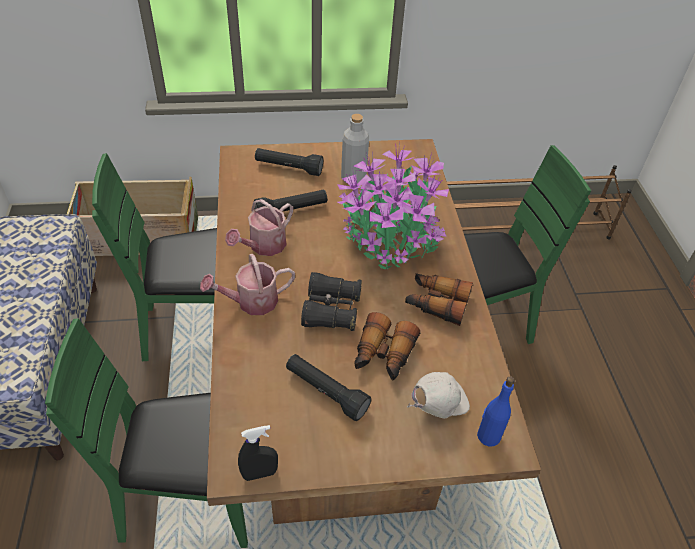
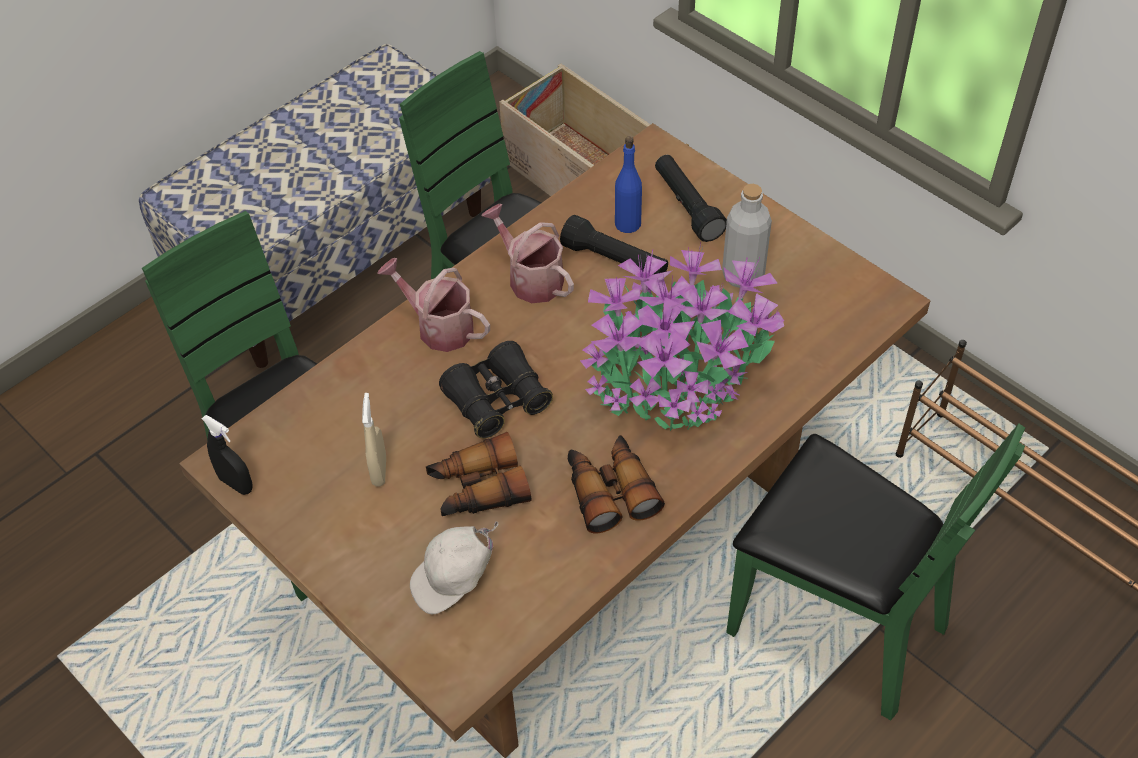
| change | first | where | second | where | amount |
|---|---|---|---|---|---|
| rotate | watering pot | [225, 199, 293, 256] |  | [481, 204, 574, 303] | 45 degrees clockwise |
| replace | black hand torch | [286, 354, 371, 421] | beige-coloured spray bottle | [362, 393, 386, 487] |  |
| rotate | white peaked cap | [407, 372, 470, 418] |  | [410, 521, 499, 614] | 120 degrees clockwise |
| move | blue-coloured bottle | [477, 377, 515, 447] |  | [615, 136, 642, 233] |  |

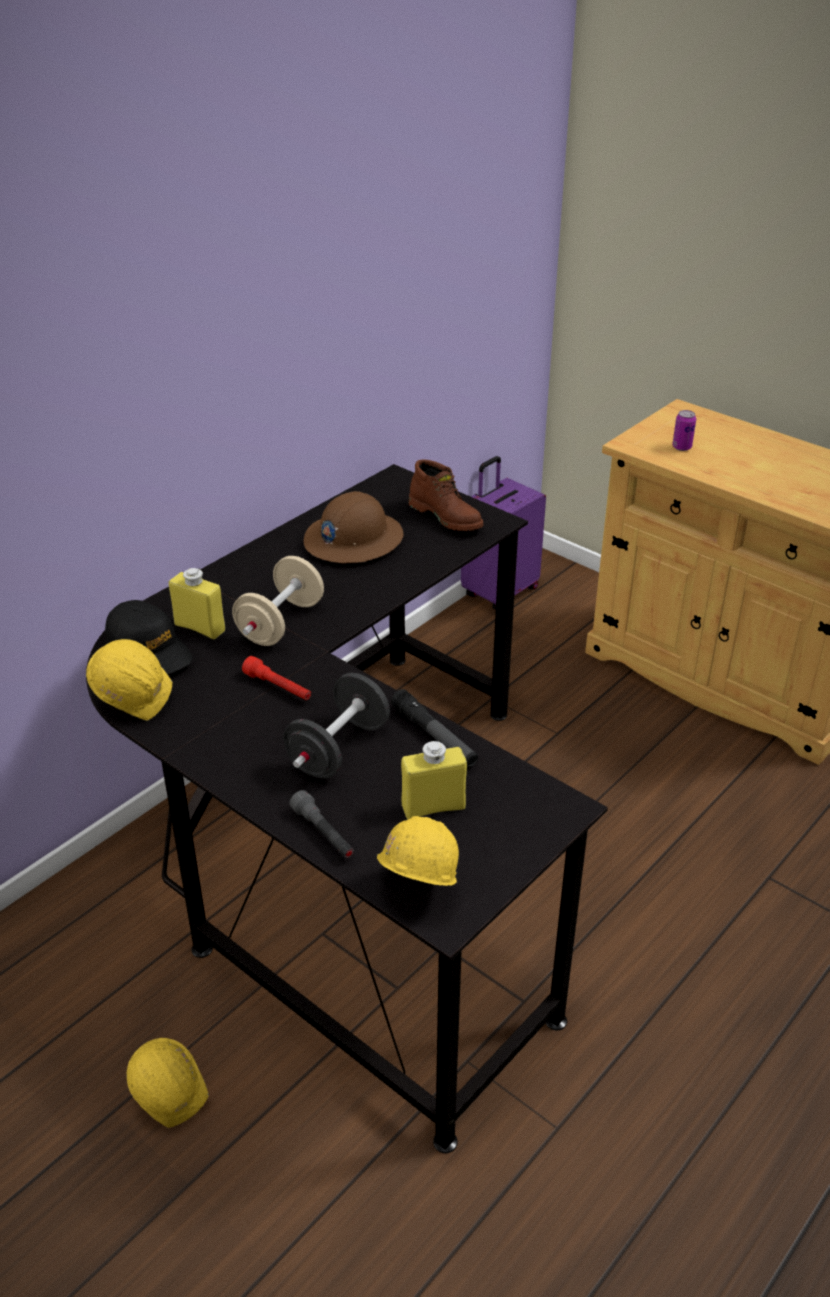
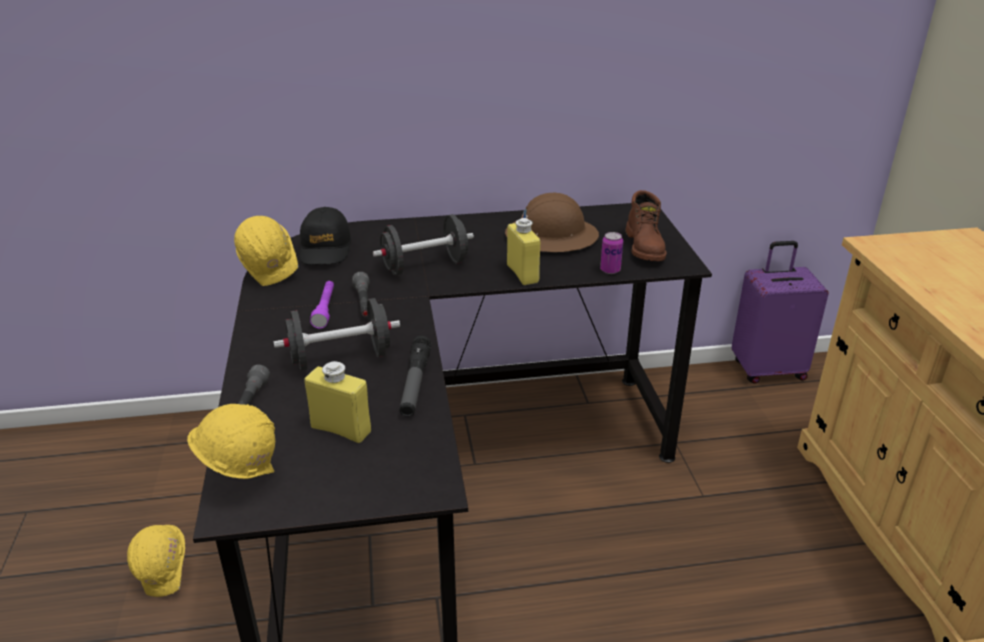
| change | first | where | second | where | amount |
|---|---|---|---|---|---|
| move | can | [672, 410, 696, 451] |  | [600, 232, 623, 274] |  |
| recolor | beige-coloured hand weight | [232, 556, 324, 646] | black hand weight | [373, 214, 474, 275] |  |
| move | yellowish bottle | [169, 568, 225, 639] |  | [507, 218, 540, 285] |  |
| recolor | red-coloured hand torch | [242, 656, 311, 700] | grey hand torch | [352, 272, 370, 317] |  |
| insert |  |  | purple-coloured hand torch | [310, 281, 334, 328] |  |

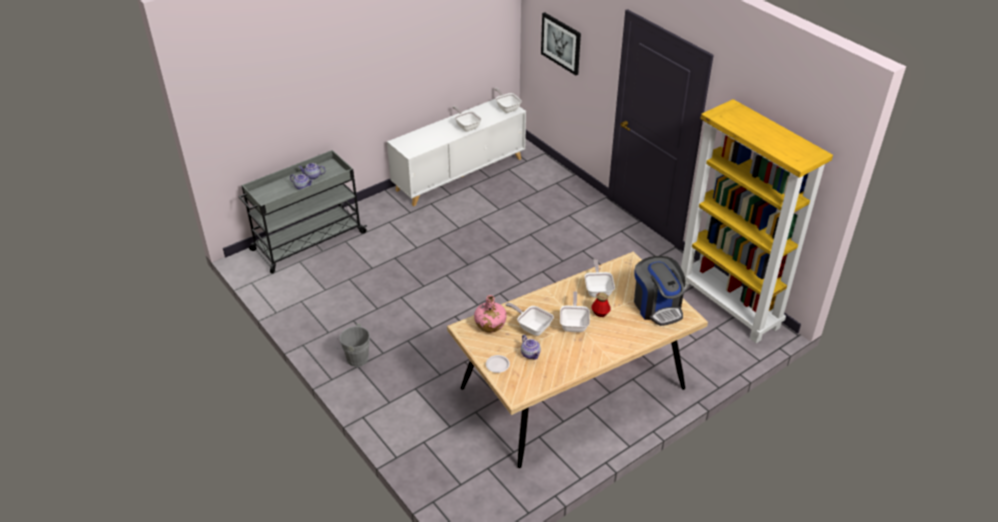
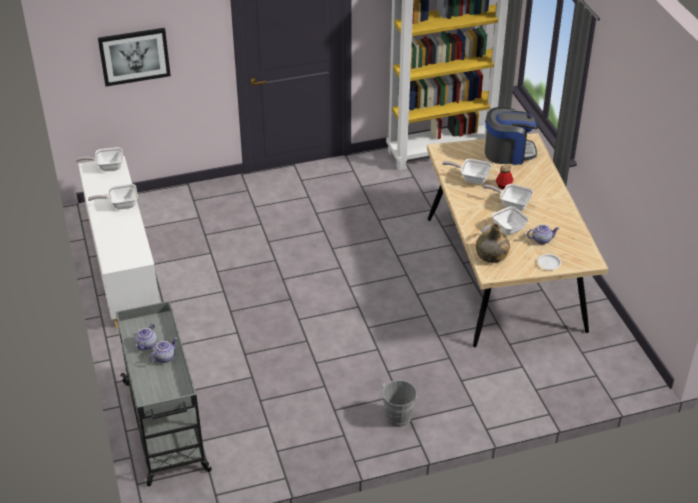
| change | first | where | second | where | amount |
|---|---|---|---|---|---|
| recolor | pink-coloured bottle | [474, 295, 507, 333] | greenish bottle | [476, 223, 510, 263] |  |

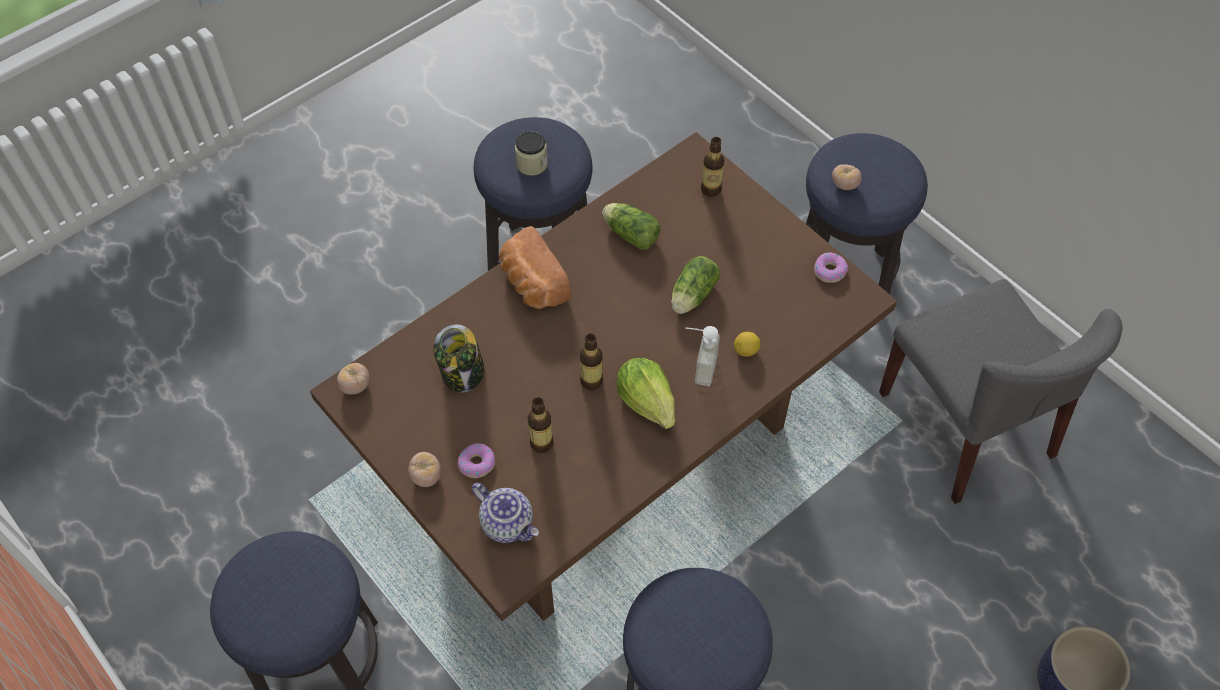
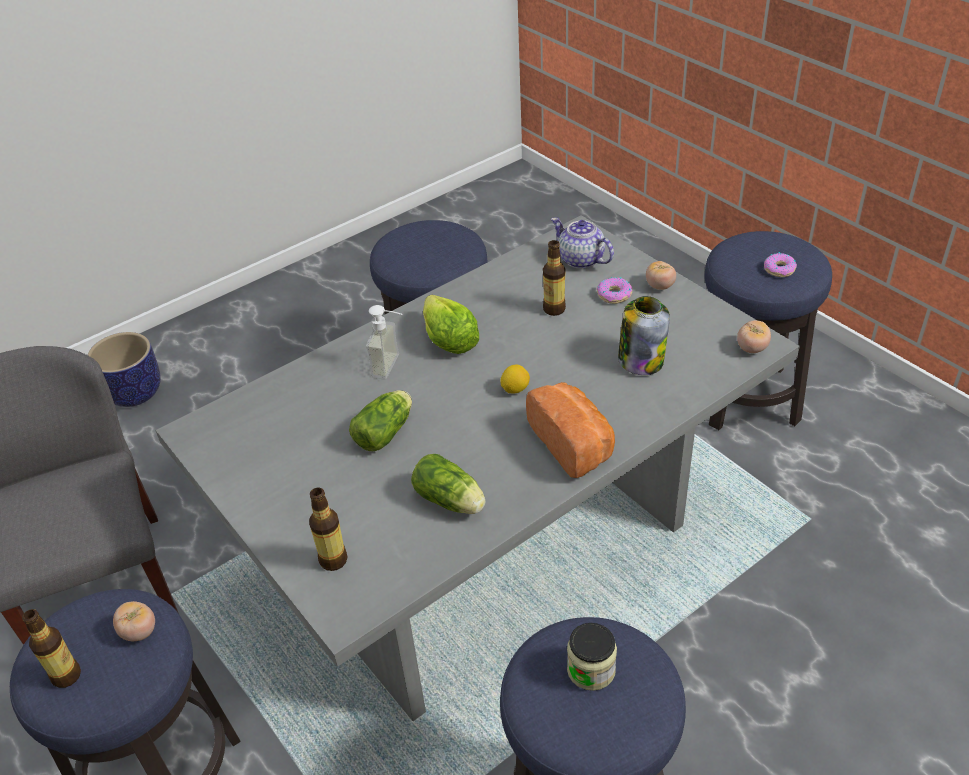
| change | first | where | second | where | amount |
|---|---|---|---|---|---|
| recolor | brownish kitchen table | [310, 132, 897, 621] | grey kitchen table | [156, 215, 800, 721] |  |
| move | donut | [814, 253, 848, 283] |  | [764, 252, 797, 277] |  |
| move | lemon | [734, 332, 761, 357] |  | [500, 365, 530, 394] |  |
| move | bottle | [580, 333, 603, 390] |  | [22, 609, 81, 688] |  |

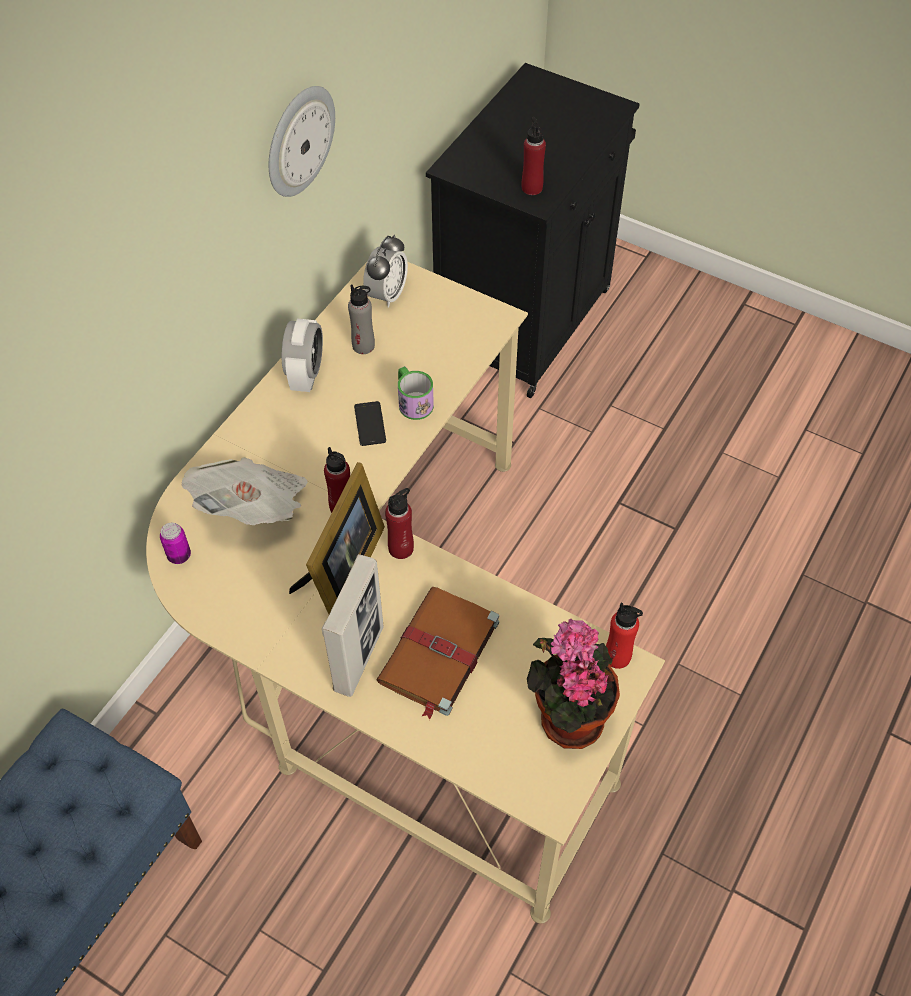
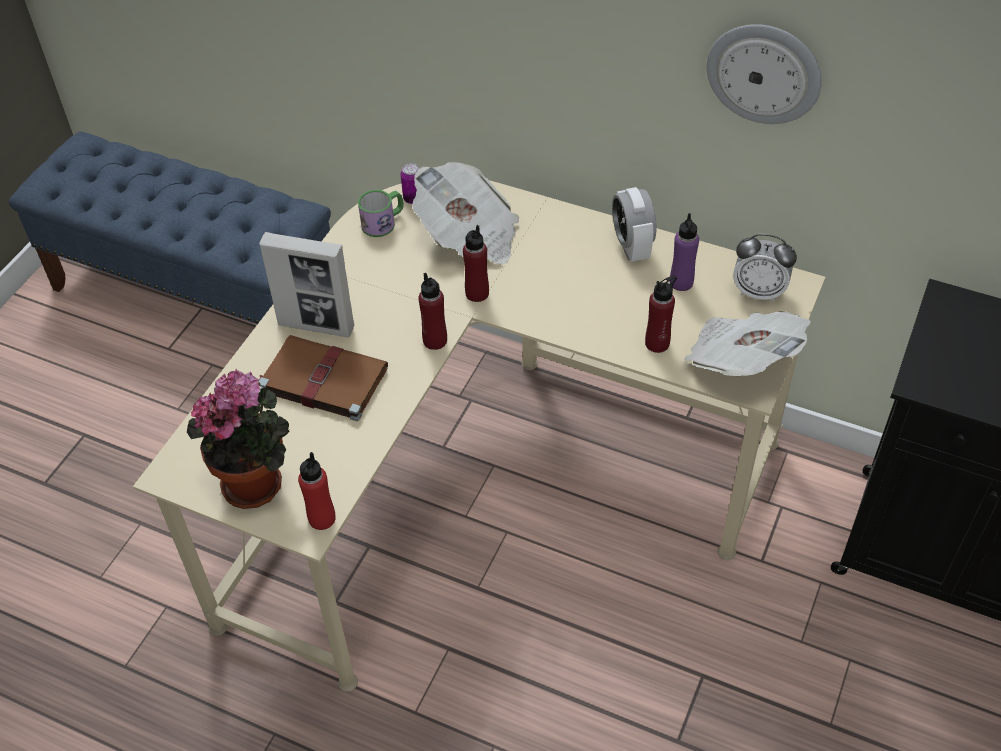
| change | first | where | second | where | amount |
|---|---|---|---|---|---|
| move | red-coloured bottle | [522, 117, 546, 195] |  | [645, 276, 677, 353] |  |
| recolor | grey bottle | [348, 285, 375, 354] | purple-coloured bottle | [670, 213, 699, 291] |  |
| rotate | bedside clock | [281, 319, 323, 392] |  | [612, 187, 657, 262] | 75 degrees clockwise |
| move | mug | [398, 366, 434, 420] |  | [358, 190, 404, 237] |  |
| delete | phone | [354, 401, 386, 446] |  |  |  |
| delete | photo frame | [289, 462, 385, 614] |  |  |  |
| insert |  |  | newspaper | [684, 311, 811, 376] |  |

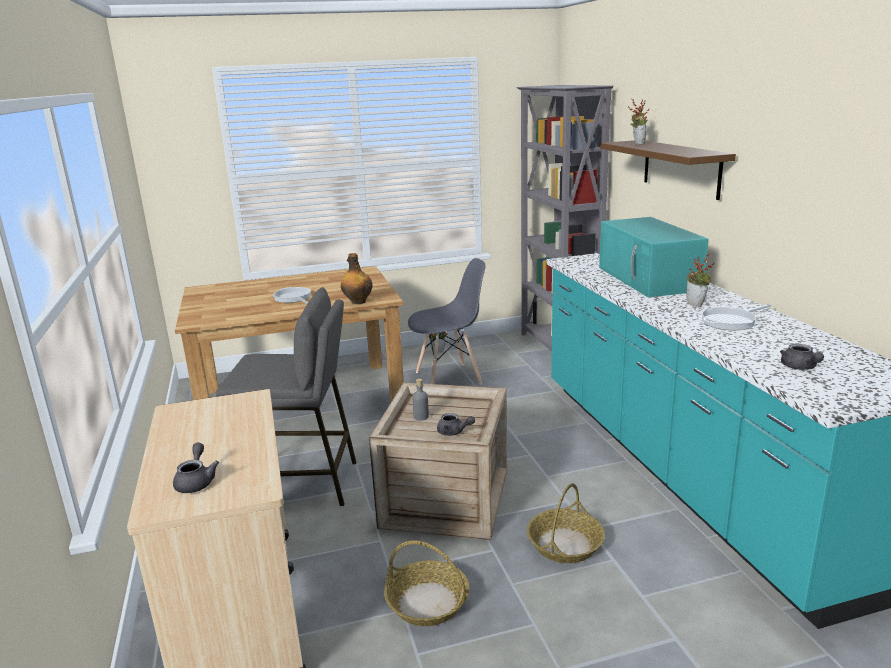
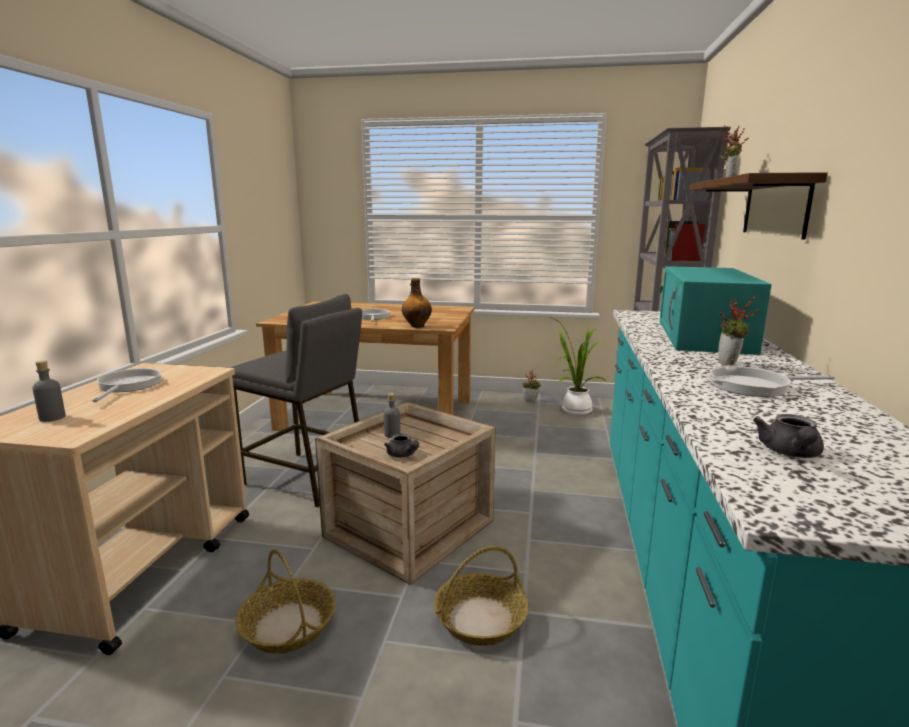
| change | first | where | second | where | amount |
|---|---|---|---|---|---|
| delete | grey upright chair | [408, 258, 485, 384] |  |  |  |
| replace | grey pot for tea | [173, 443, 219, 493] | grey bottle | [32, 360, 66, 422] |  |
| insert |  |  | plant in a pot | [549, 317, 607, 415] |  |
| insert |  |  | skillet | [92, 368, 162, 402] |  |

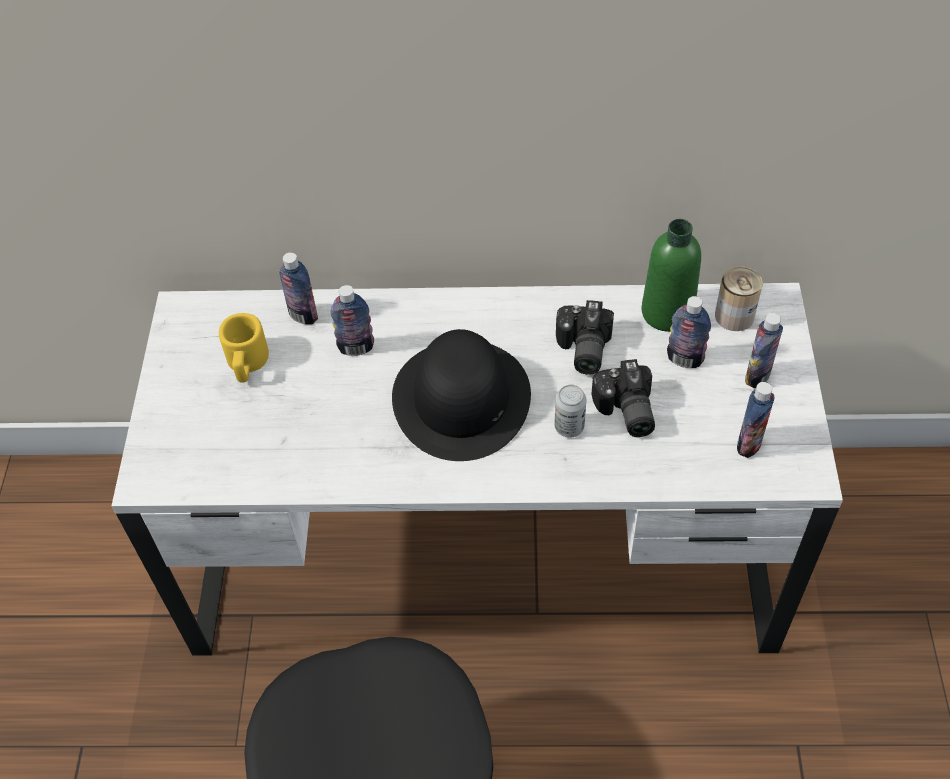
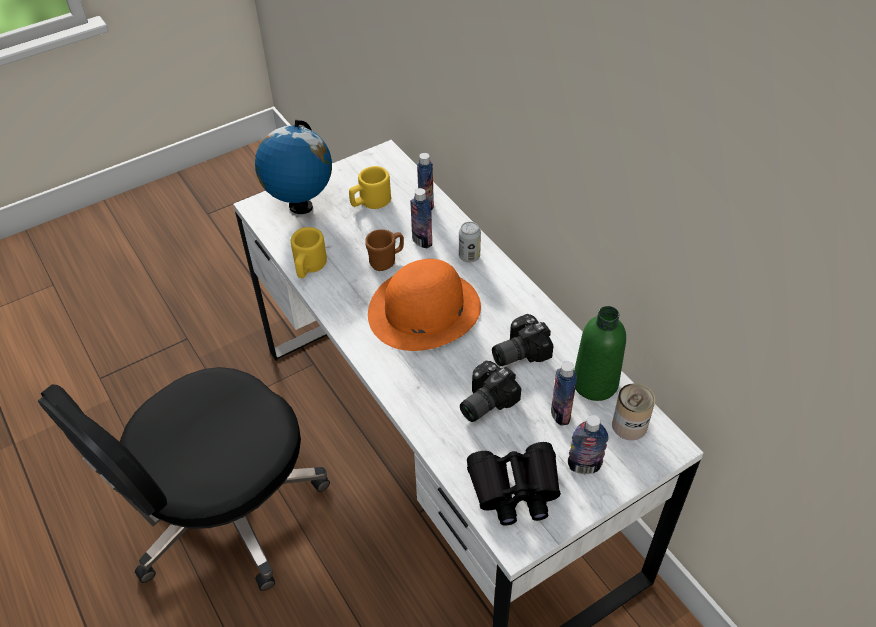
| change | first | where | second | where | amount |
|---|---|---|---|---|---|
| recolor | black wearable hat | [392, 329, 531, 461] | orange wearable hat | [368, 259, 481, 351] |  |
| replace | bottle | [737, 382, 774, 458] | black pair of binoculars | [467, 442, 561, 526] |  |
| move | can | [555, 385, 586, 437] |  | [459, 222, 481, 263] |  |
| insert |  |  | world globe | [255, 120, 332, 214] |  |
| insert |  |  | yellowish mug | [291, 227, 327, 278] |  |
| insert |  |  | brownish mug | [365, 229, 404, 271] |  |

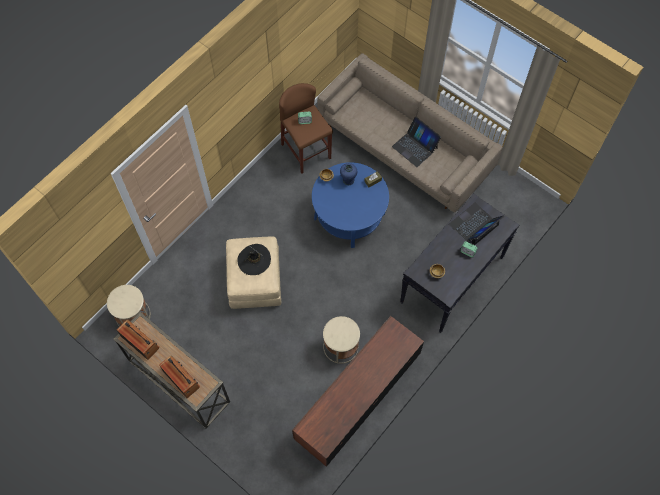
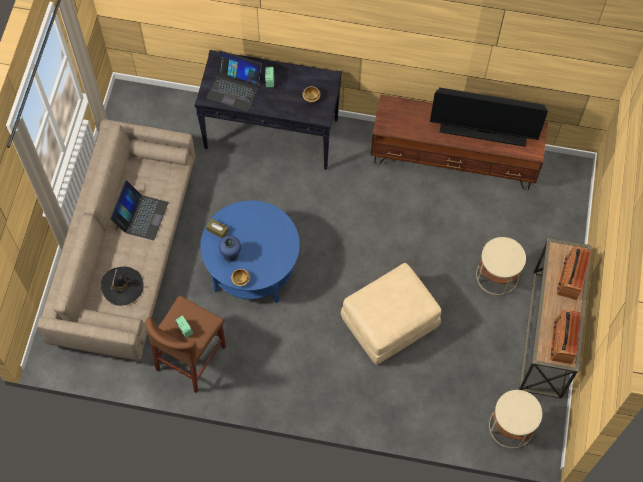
| change | first | where | second | where | amount |
|---|---|---|---|---|---|
| move | black wearable hat | [237, 244, 271, 275] |  | [101, 267, 144, 306] |  |
| move | beige-coloured accent table | [323, 316, 360, 364] |  | [476, 237, 526, 296] |  |
| insert |  |  | TV | [430, 87, 548, 147] |  |

